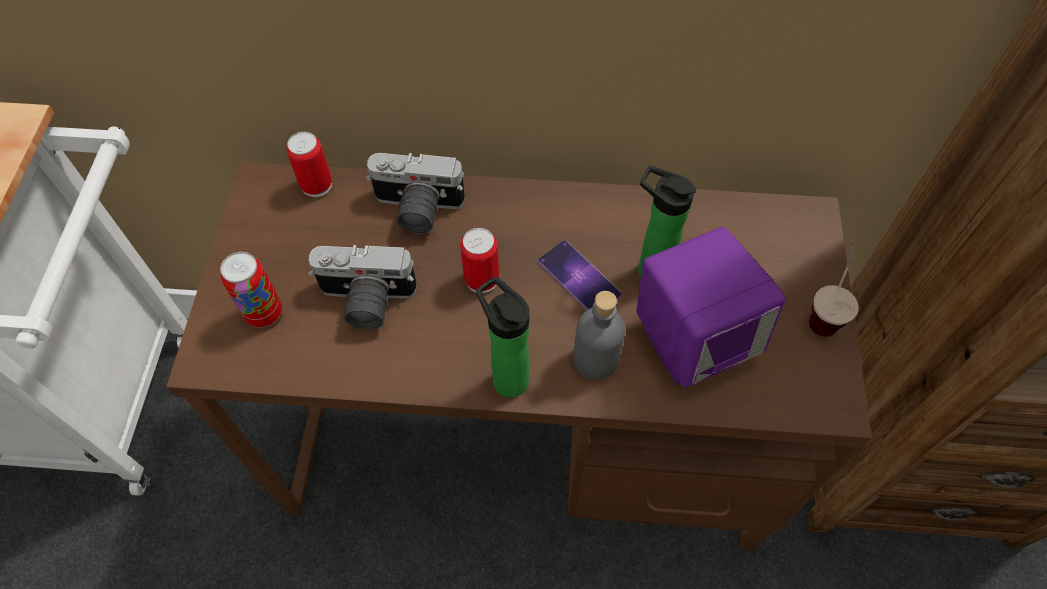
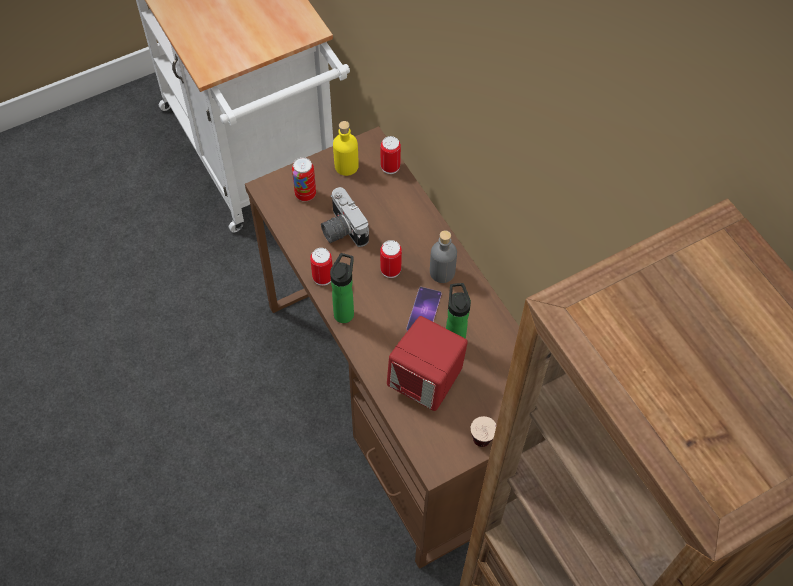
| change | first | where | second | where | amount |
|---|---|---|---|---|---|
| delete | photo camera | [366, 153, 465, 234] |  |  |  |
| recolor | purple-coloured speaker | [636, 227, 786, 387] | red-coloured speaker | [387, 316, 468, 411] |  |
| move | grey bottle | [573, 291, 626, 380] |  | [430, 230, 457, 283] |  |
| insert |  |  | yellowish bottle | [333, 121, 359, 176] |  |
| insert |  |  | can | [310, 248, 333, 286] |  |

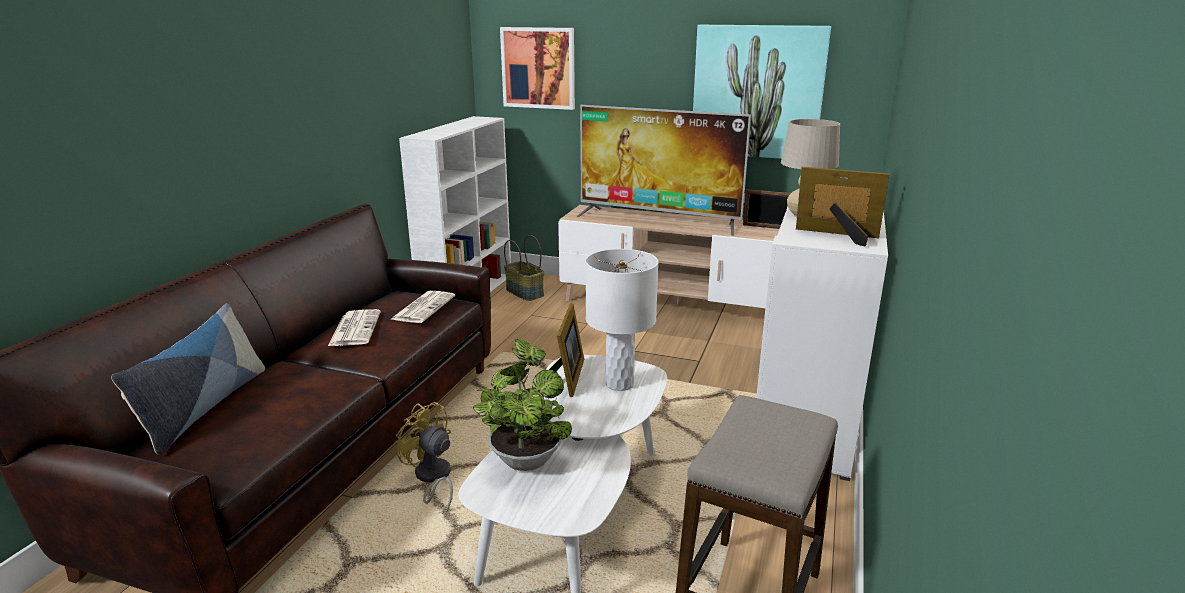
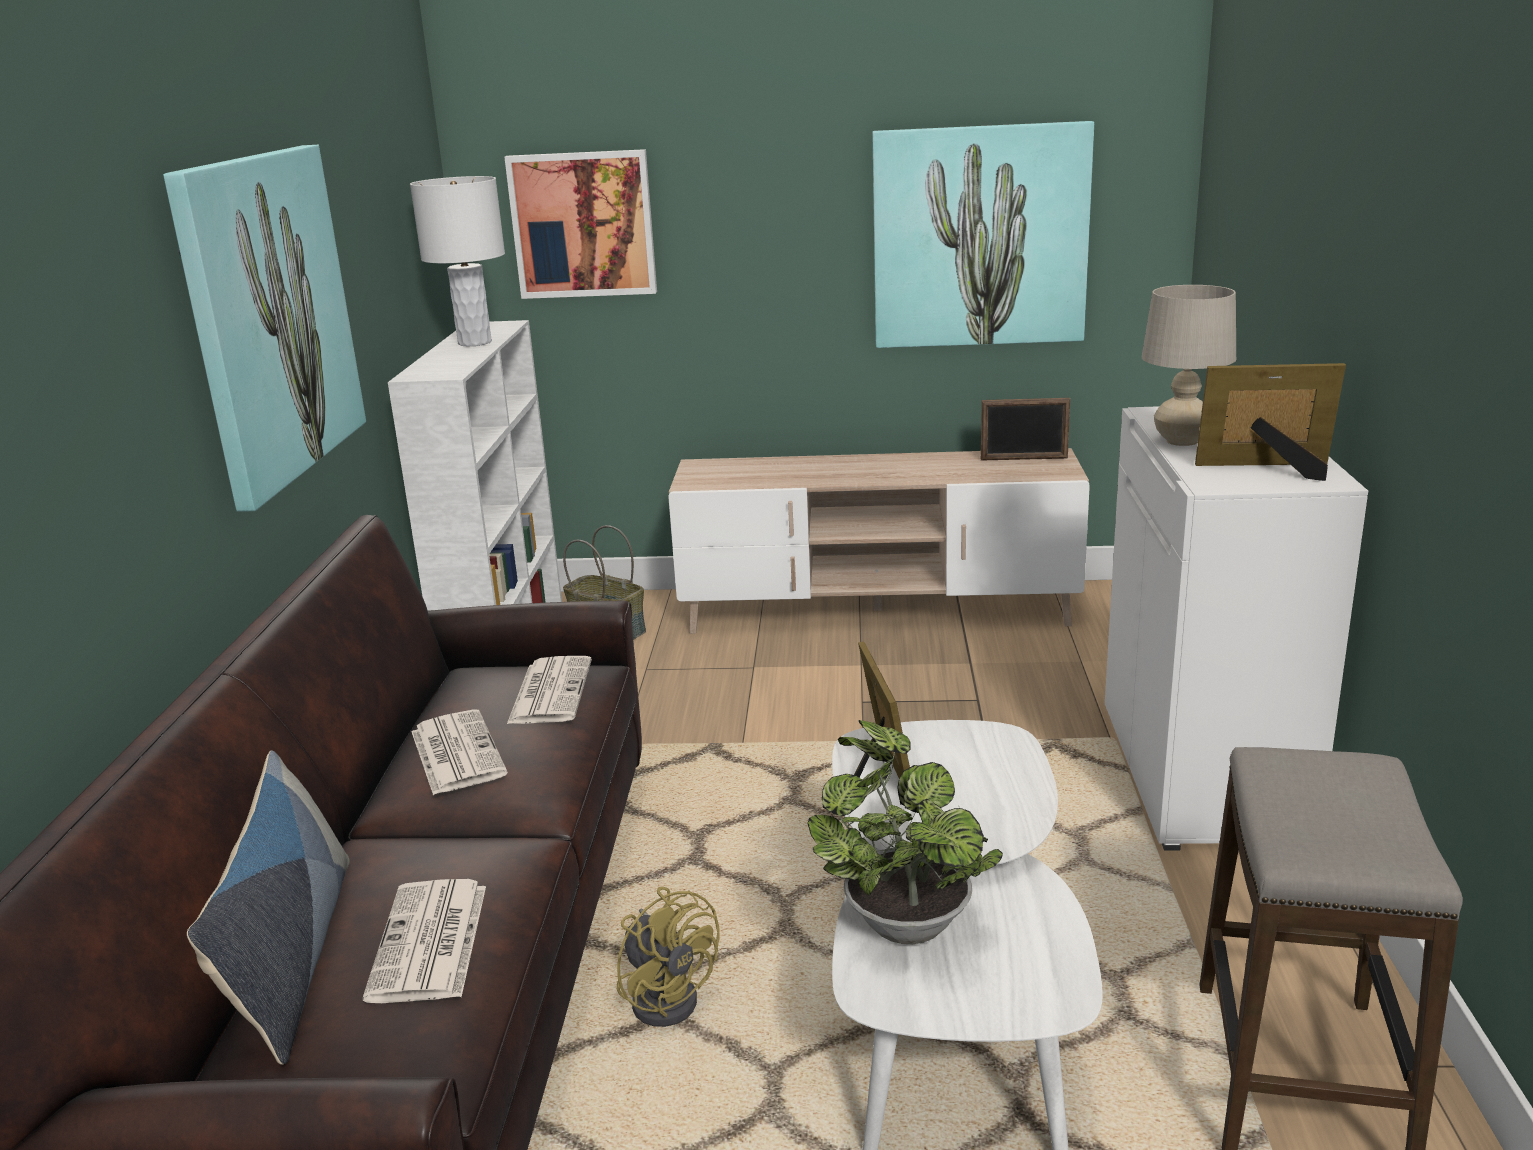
| change | first | where | second | where | amount |
|---|---|---|---|---|---|
| delete | TV | [576, 105, 751, 236] |  |  |  |
| move | white table lamp | [586, 249, 659, 391] |  | [410, 176, 505, 347] |  |
| rotate | yellowish cooling fan | [396, 402, 453, 512] |  | [617, 887, 720, 1027] | 150 degrees counterclockwise |
| insert |  |  | wall art | [163, 145, 366, 512] |  |
| insert |  |  | newspaper | [363, 879, 486, 1003] |  |

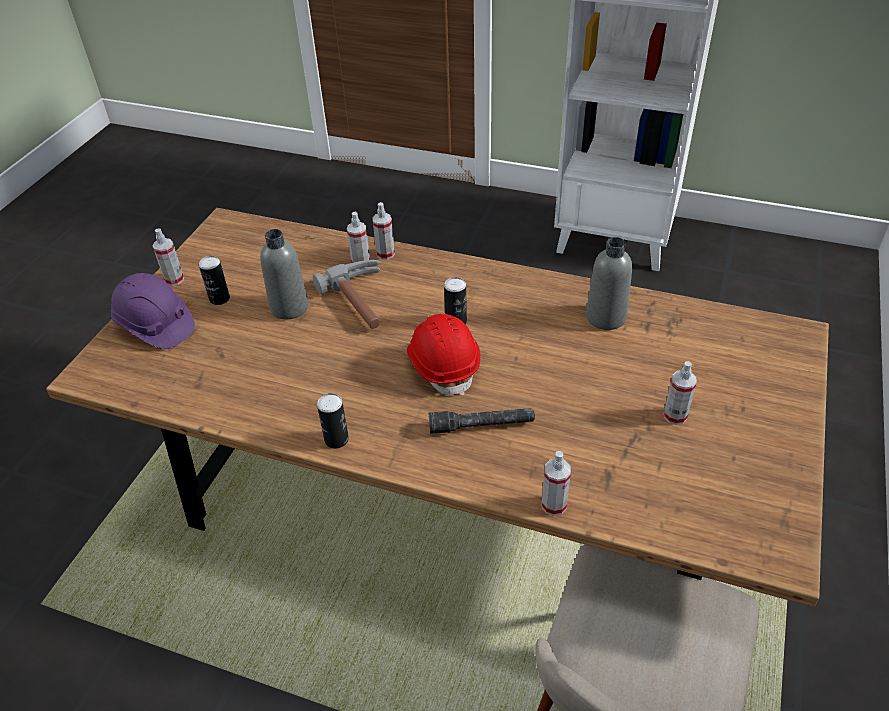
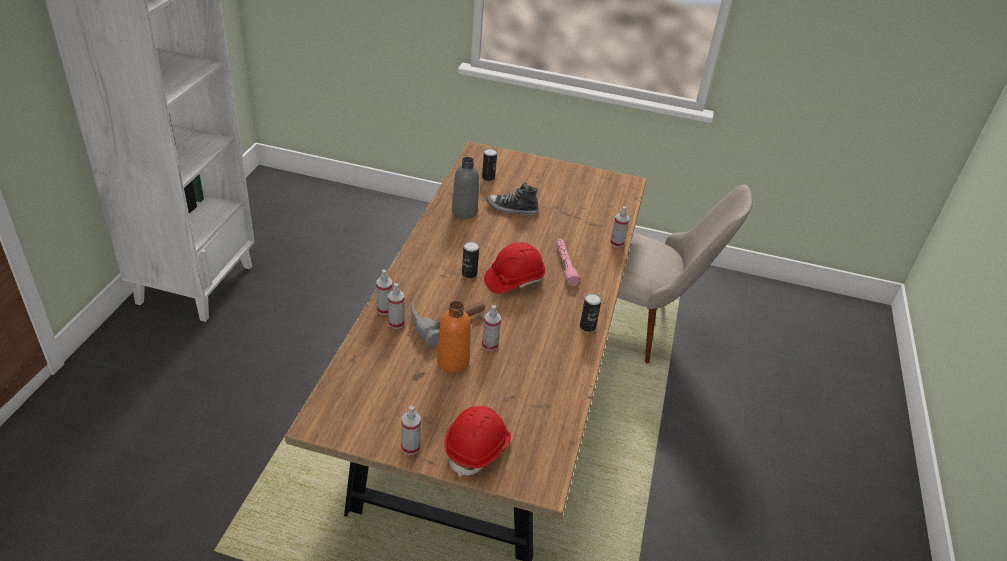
| change | first | where | second | where | amount |
|---|---|---|---|---|---|
| recolor | grey bottle | [260, 229, 308, 319] | orange bottle | [437, 301, 471, 373] |  |
| move | can | [199, 256, 230, 305] |  | [482, 148, 497, 181] |  |
| recolor | purple-coloured hard hat | [111, 273, 195, 349] | red-coloured hard hat | [444, 406, 511, 477] |  |
| move | spray bottle | [664, 361, 697, 425] |  | [482, 305, 501, 351] |  |
| recolor | grey hand torch | [429, 408, 535, 434] | pink-coloured hand torch | [556, 239, 580, 287] |  |
| insert |  |  | low shoe | [486, 182, 539, 215] |  |

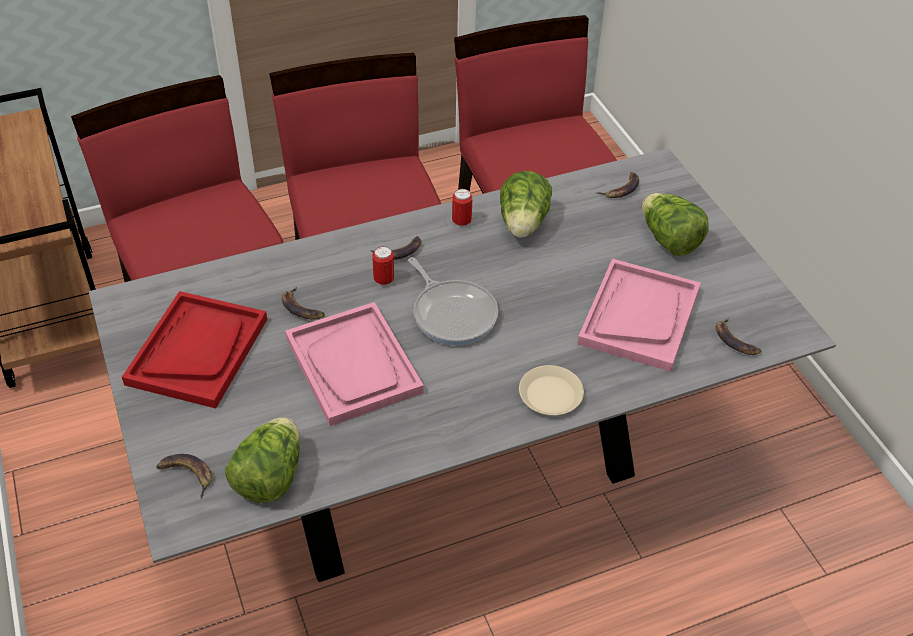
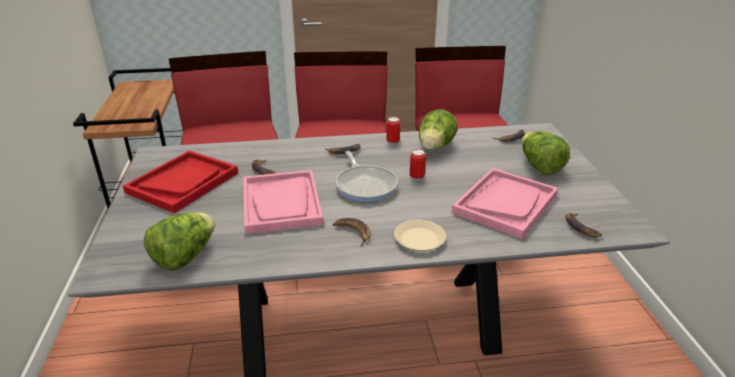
| change | first | where | second | where | amount |
|---|---|---|---|---|---|
| move | can | [372, 246, 394, 286] |  | [410, 149, 426, 181] |  |
| move | whole banana | [156, 454, 212, 499] |  | [333, 218, 371, 247] |  |

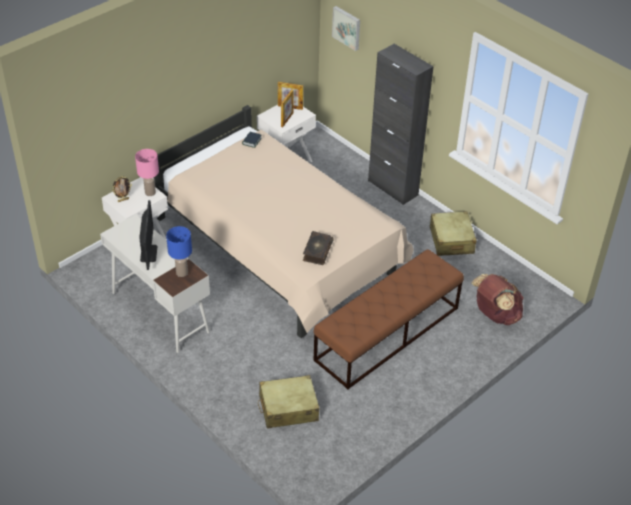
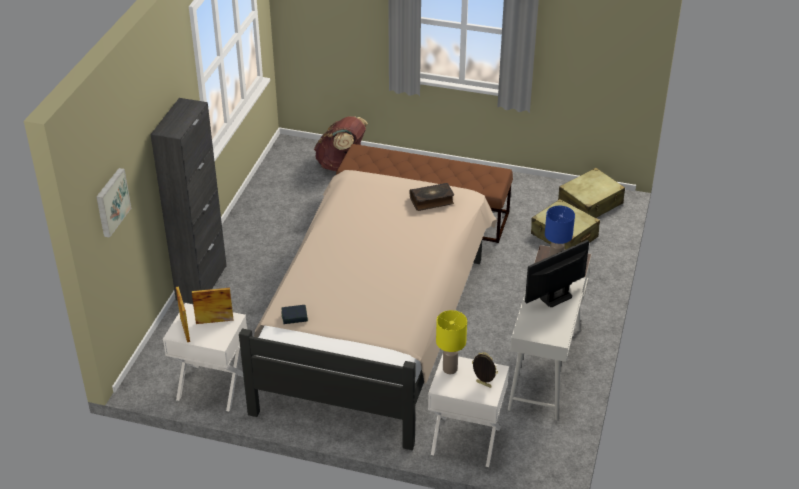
| change | first | where | second | where | amount |
|---|---|---|---|---|---|
| recolor | pink-coloured table lamp | [135, 149, 159, 196] | yellowish table lamp | [436, 310, 467, 374] |  |
| move | beige-coloured travel case | [430, 211, 477, 256] |  | [558, 168, 625, 218] |  |

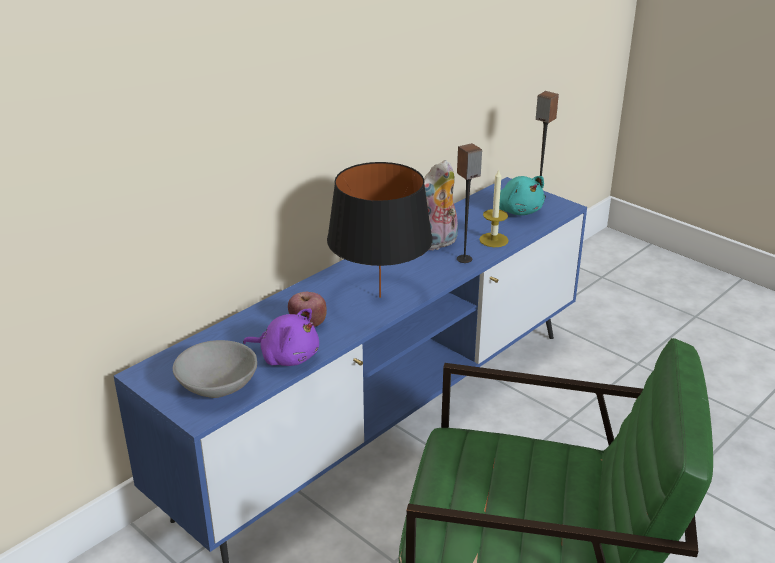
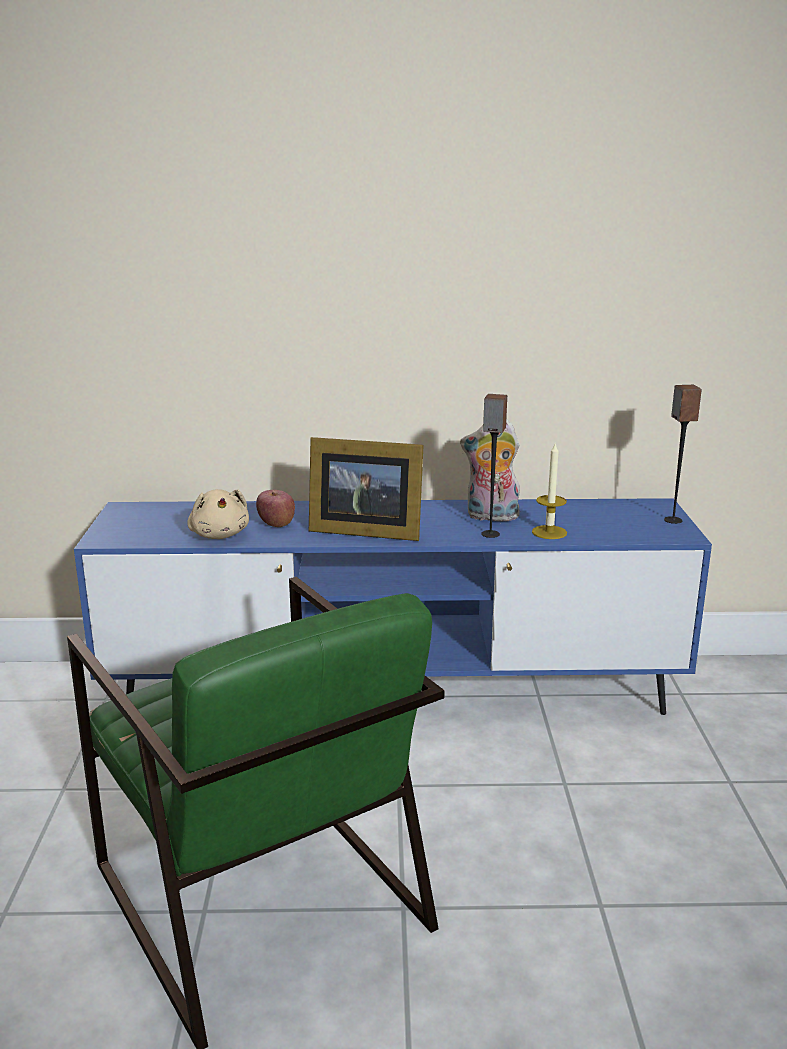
| change | first | where | second | where | amount |
|---|---|---|---|---|---|
| replace | black table lamp | [327, 162, 433, 298] | photo frame | [309, 437, 423, 541] |  |
| delete | blue-green cuddly toy | [499, 176, 545, 215] |  |  |  |
| recolor | purple-coloured cuddly toy | [243, 308, 319, 366] | beige-coloured cuddly toy | [187, 489, 249, 539] |  |
| delete | grey deep dish | [173, 340, 257, 398] |  |  |  |

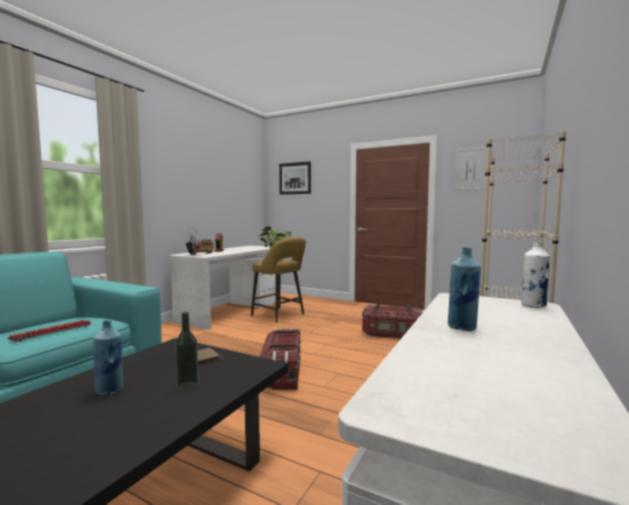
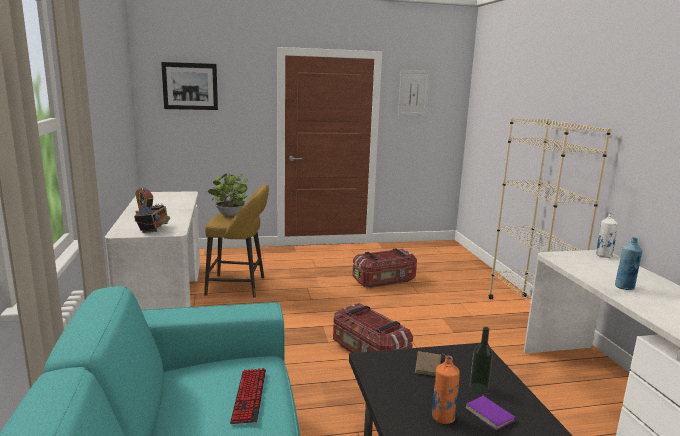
| change | first | where | second | where | amount |
|---|---|---|---|---|---|
| recolor | blue-coloured bottle | [93, 320, 123, 395] | orange bottle | [432, 356, 460, 424] |  |
| insert |  |  | purple-coloured volume | [465, 393, 516, 430] |  |

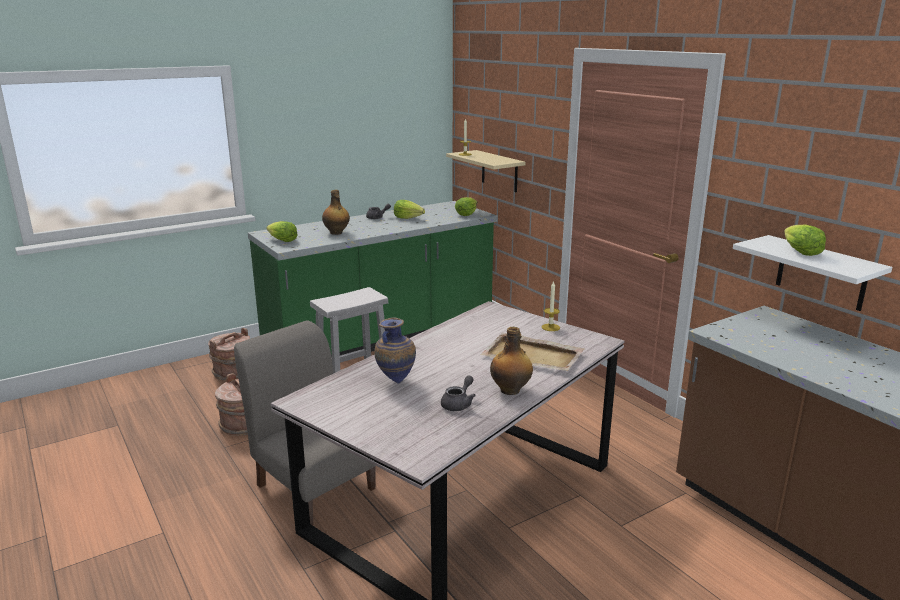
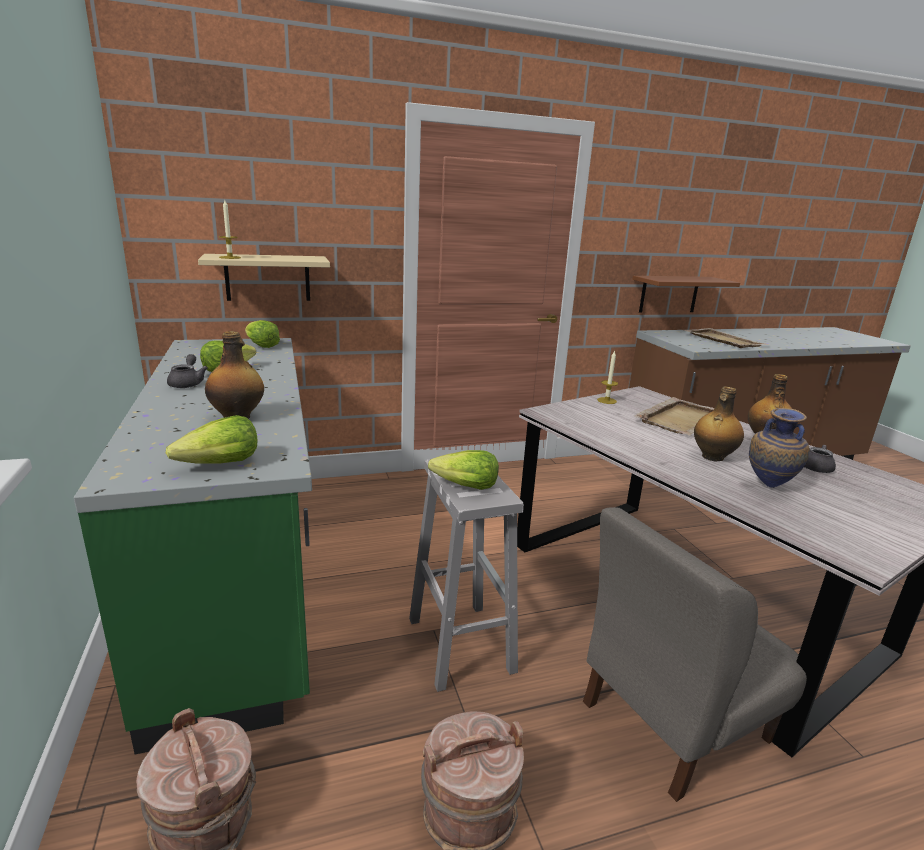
| change | first | where | second | where | amount |
|---|---|---|---|---|---|
| move | lettuce | [784, 225, 826, 256] |  | [428, 450, 499, 490] |  |
| recolor | white wall shelf | [733, 235, 892, 311] | brownish wall shelf | [632, 276, 740, 313] |  |
| insert |  |  | beige-coloured carrying tray | [684, 328, 768, 348] |  |
| insert |  |  | bottle | [694, 386, 744, 462] |  |

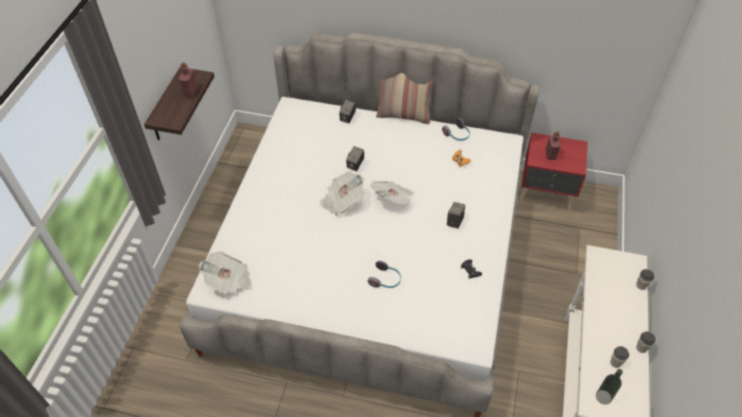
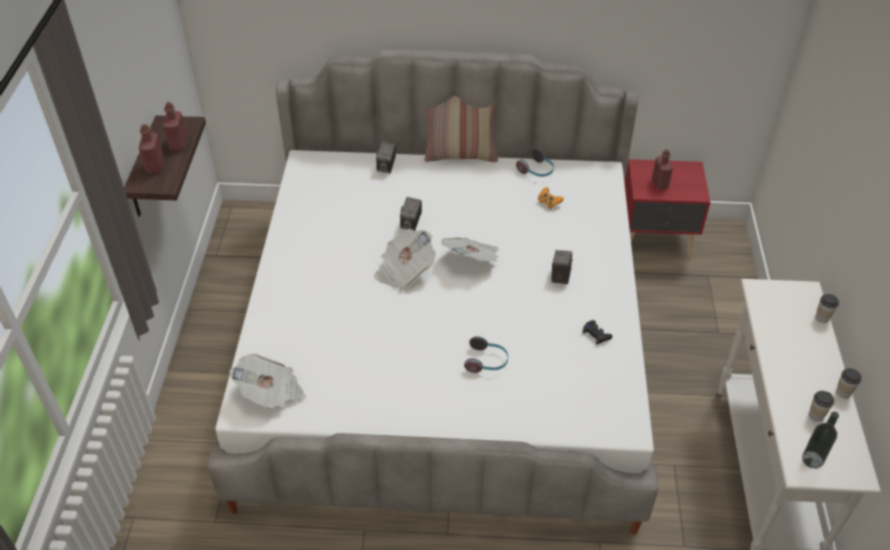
| change | first | where | second | where | amount |
|---|---|---|---|---|---|
| insert |  |  | red-coloured bottle | [139, 124, 164, 173] |  |

